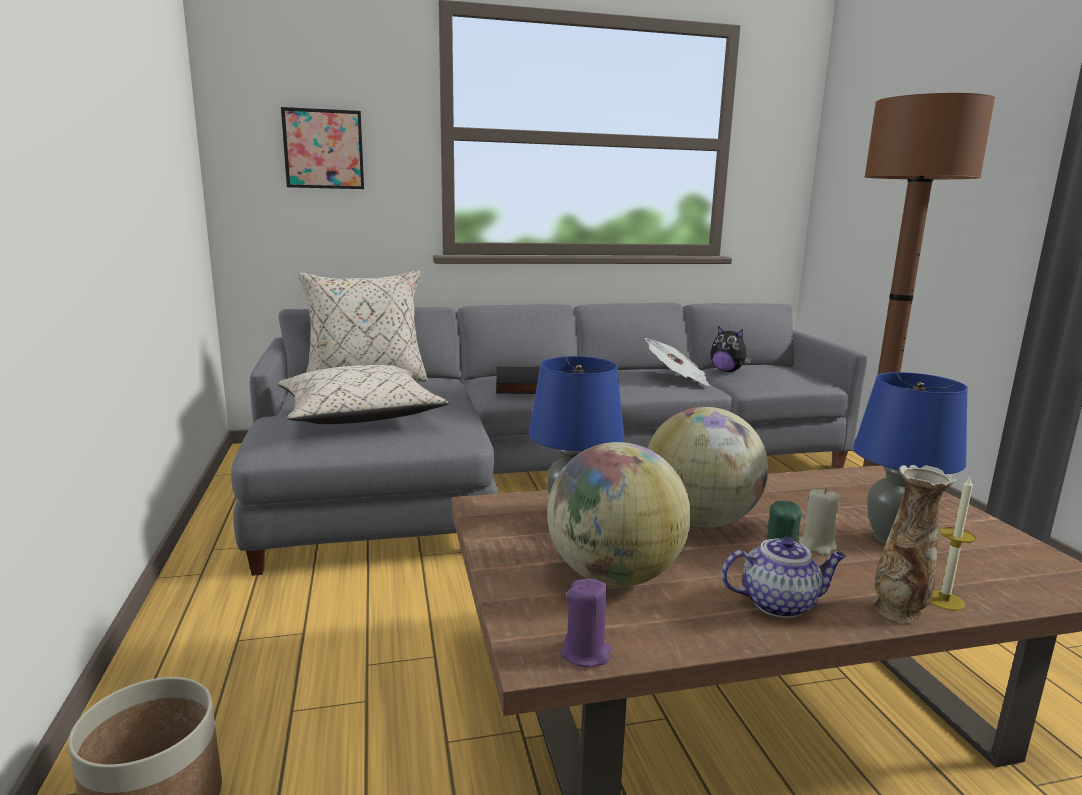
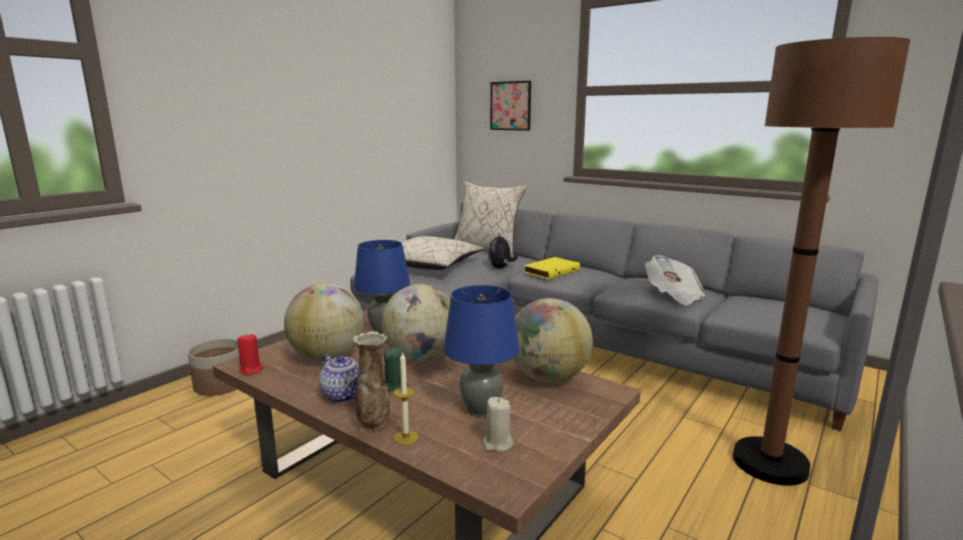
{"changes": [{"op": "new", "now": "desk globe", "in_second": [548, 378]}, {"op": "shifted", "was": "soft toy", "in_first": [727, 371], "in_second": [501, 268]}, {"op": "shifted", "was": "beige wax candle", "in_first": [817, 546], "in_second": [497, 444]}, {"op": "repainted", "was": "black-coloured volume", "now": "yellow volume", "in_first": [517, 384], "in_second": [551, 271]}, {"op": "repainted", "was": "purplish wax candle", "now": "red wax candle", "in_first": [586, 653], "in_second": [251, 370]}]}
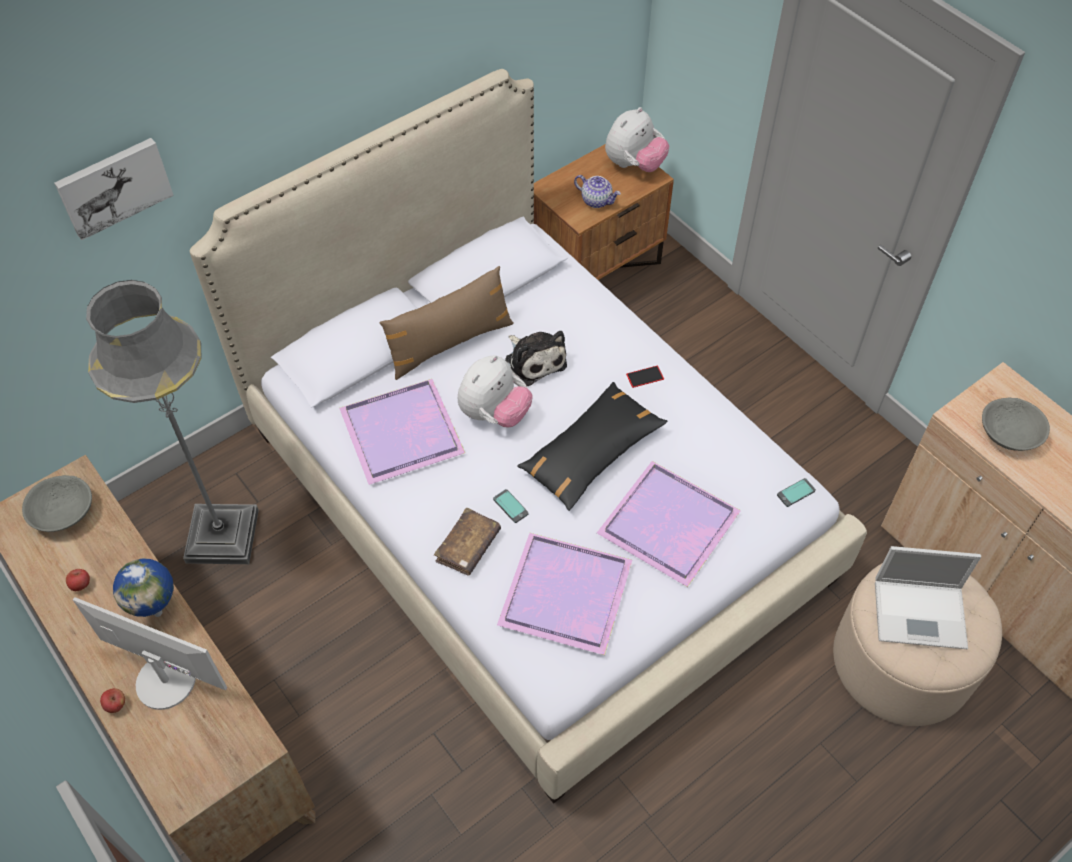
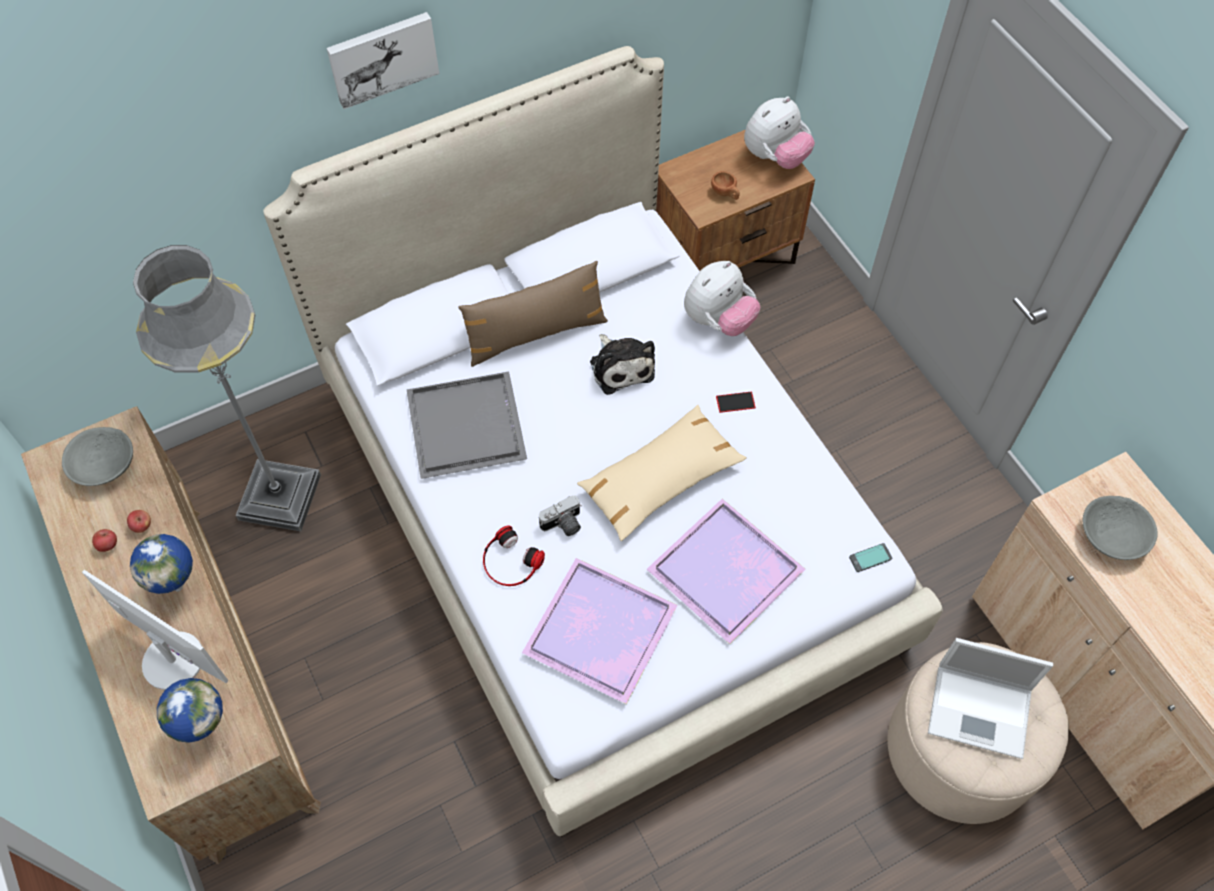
{"changes": [{"op": "new", "now": "desk globe", "in_second": [205, 728]}, {"op": "shifted", "was": "wall picture", "in_first": [113, 186], "in_second": [382, 57]}, {"op": "shifted", "was": "whole apple", "in_first": [116, 705], "in_second": [142, 526]}, {"op": "shifted", "was": "soft toy", "in_first": [494, 413], "in_second": [718, 320]}, {"op": "swapped", "was": "brown volume", "now": "pair of headphones", "in_first": [468, 547], "in_second": [510, 562]}, {"op": "swapped", "was": "handset", "now": "still camera", "in_first": [511, 506], "in_second": [563, 525]}, {"op": "swapped", "was": "teapot", "now": "brown small cup", "in_first": [597, 200], "in_second": [725, 193]}, {"op": "repainted", "was": "purplish carrying tray", "now": "gray carrying tray", "in_first": [404, 433], "in_second": [468, 427]}, {"op": "repainted", "was": "black-coloured throw pillow", "now": "beige throw pillow", "in_first": [591, 453], "in_second": [660, 479]}]}
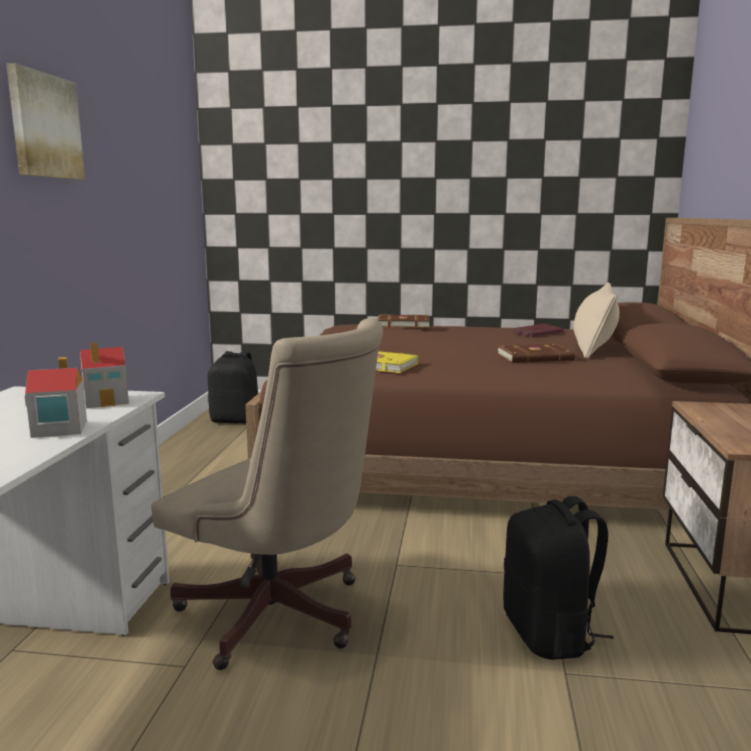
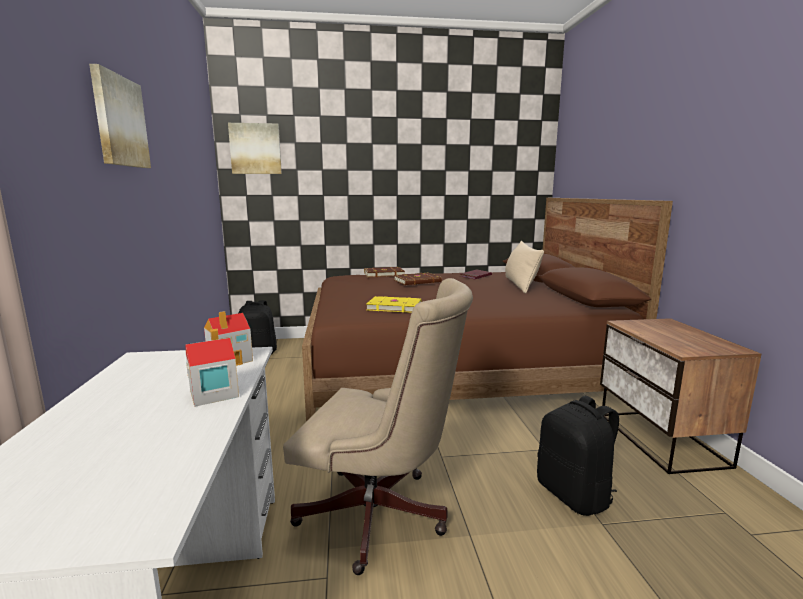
{"changes": [{"op": "new", "now": "wall picture", "in_second": [255, 149]}, {"op": "shifted", "was": "brown volume", "in_first": [535, 357], "in_second": [418, 281]}]}
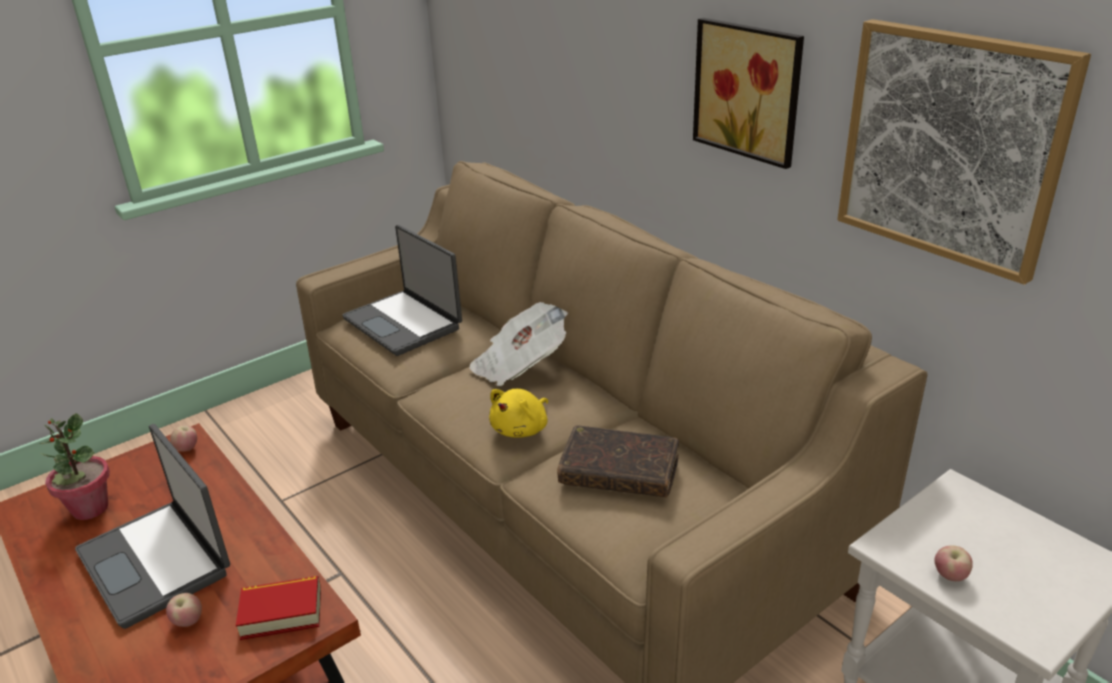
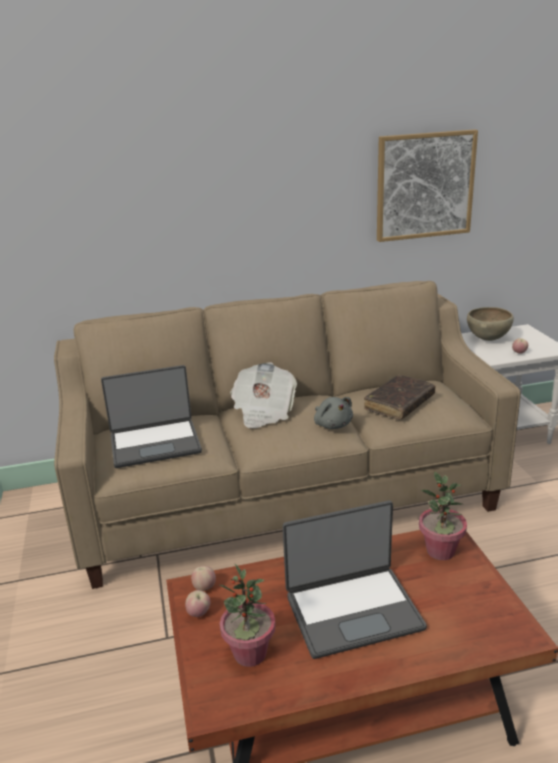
{"changes": [{"op": "gone", "was": "wall picture", "in_first": [750, 90]}, {"op": "new", "now": "brown bowl", "in_second": [488, 339]}, {"op": "shifted", "was": "whole apple", "in_first": [188, 622], "in_second": [198, 613]}, {"op": "swapped", "was": "volume", "now": "potted plant", "in_first": [281, 613], "in_second": [440, 551]}, {"op": "repainted", "was": "yellow soft toy", "now": "gray soft toy", "in_first": [521, 429], "in_second": [332, 424]}]}
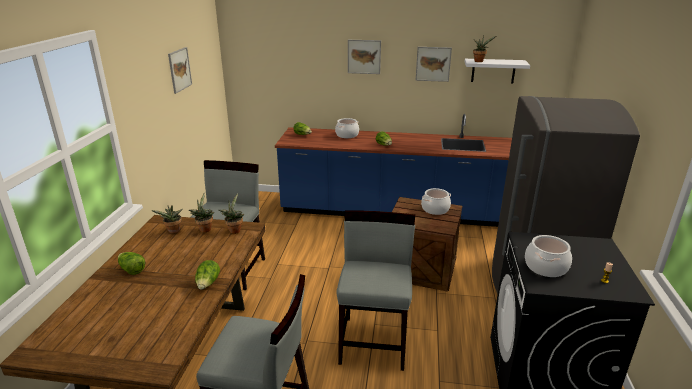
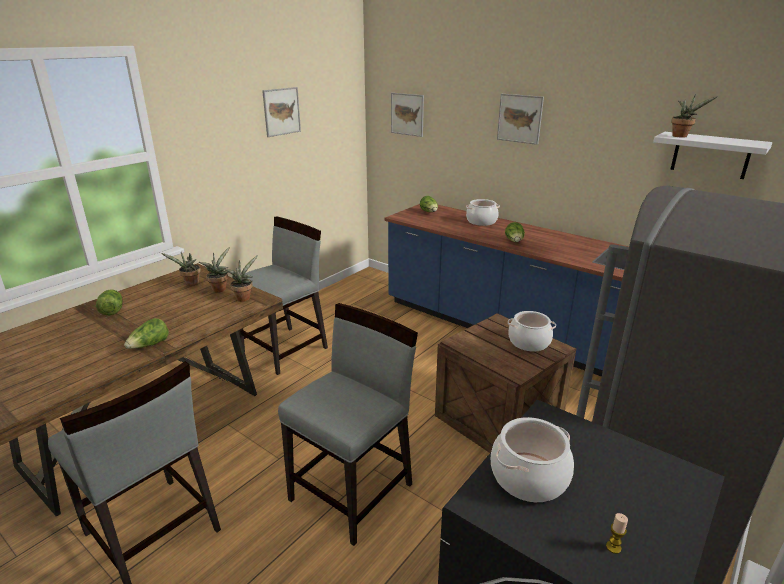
{"changes": [{"op": "shifted", "was": "wall picture", "in_first": [433, 64], "in_second": [407, 114]}]}
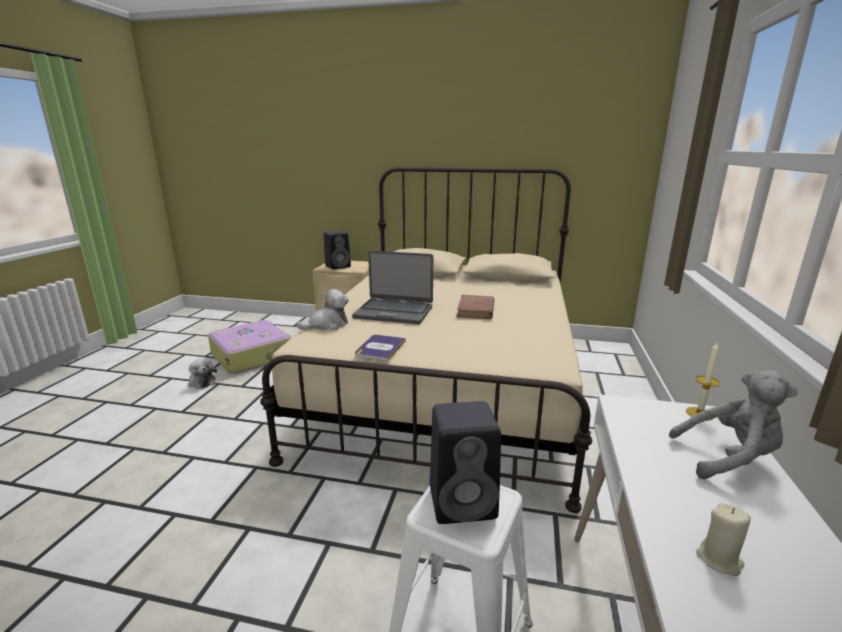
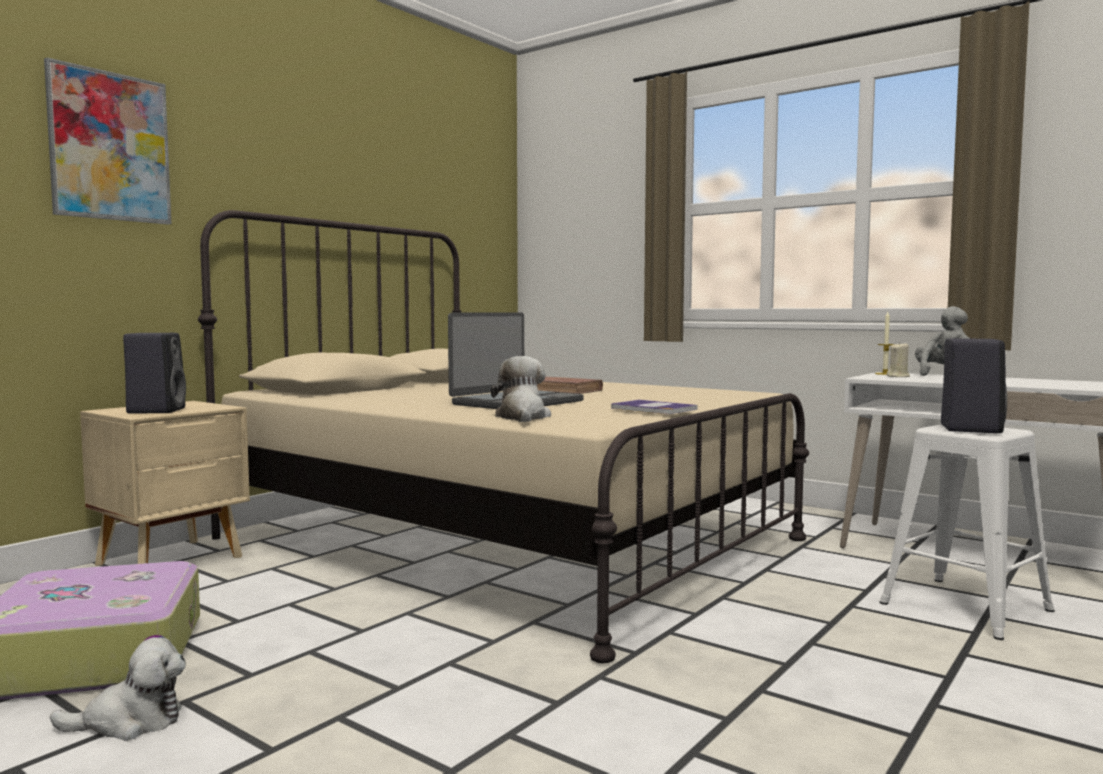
{"changes": [{"op": "new", "now": "wall picture", "in_second": [110, 146]}, {"op": "shifted", "was": "beige wax candle", "in_first": [719, 560], "in_second": [898, 376]}]}
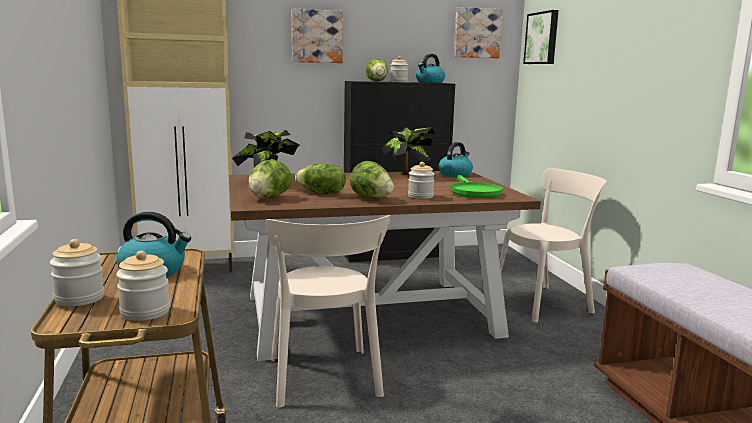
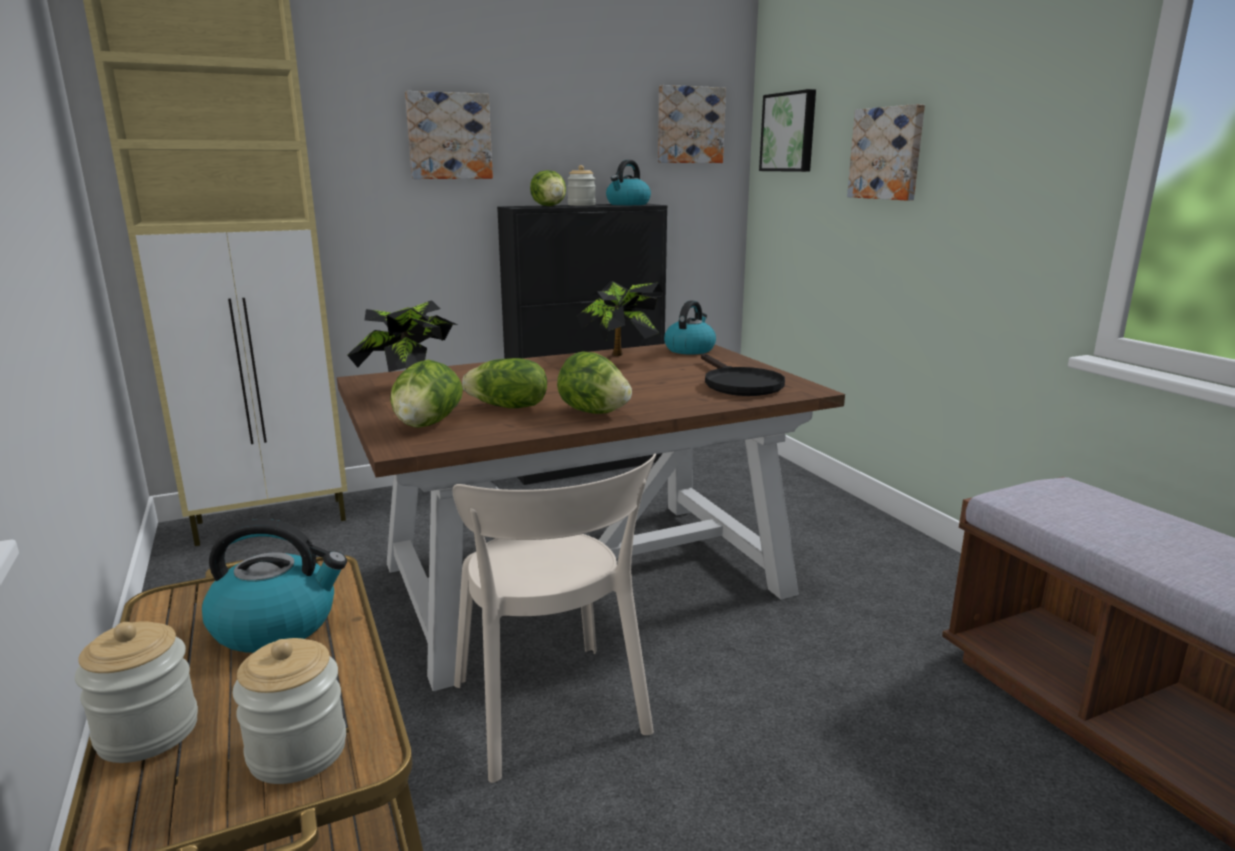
{"changes": [{"op": "gone", "was": "jar", "in_first": [420, 196]}, {"op": "gone", "was": "beige upright chair", "in_first": [545, 303]}, {"op": "new", "now": "wall picture", "in_second": [887, 153]}, {"op": "repainted", "was": "green frying pan", "now": "black-coloured frying pan", "in_first": [473, 192], "in_second": [738, 384]}]}
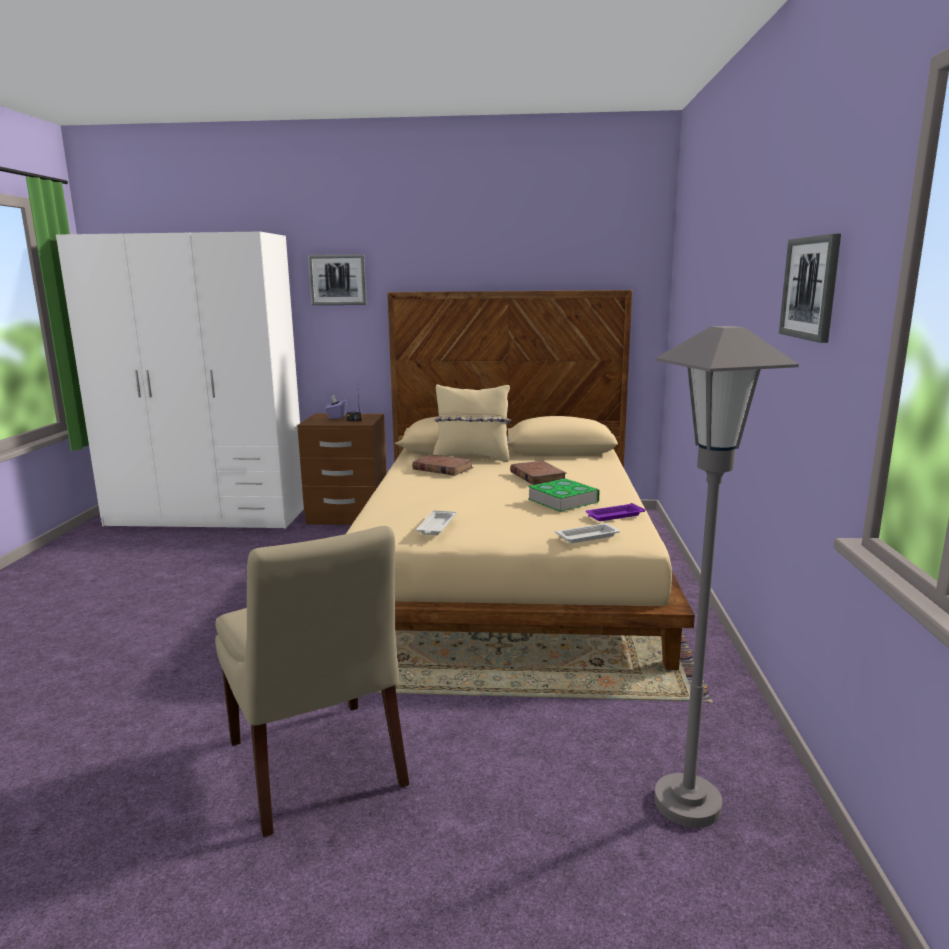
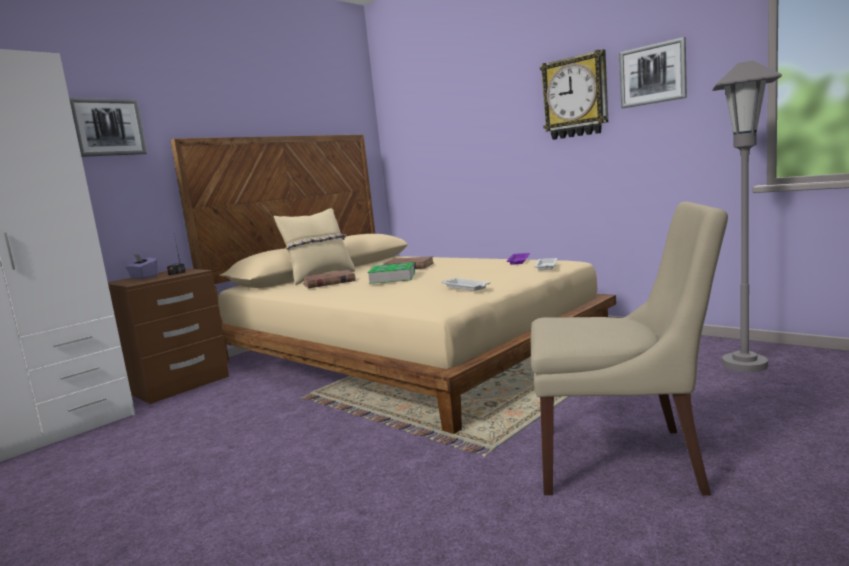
{"changes": [{"op": "new", "now": "hanging clock", "in_second": [575, 97]}, {"op": "shifted", "was": "volume", "in_first": [563, 500], "in_second": [392, 278]}]}
